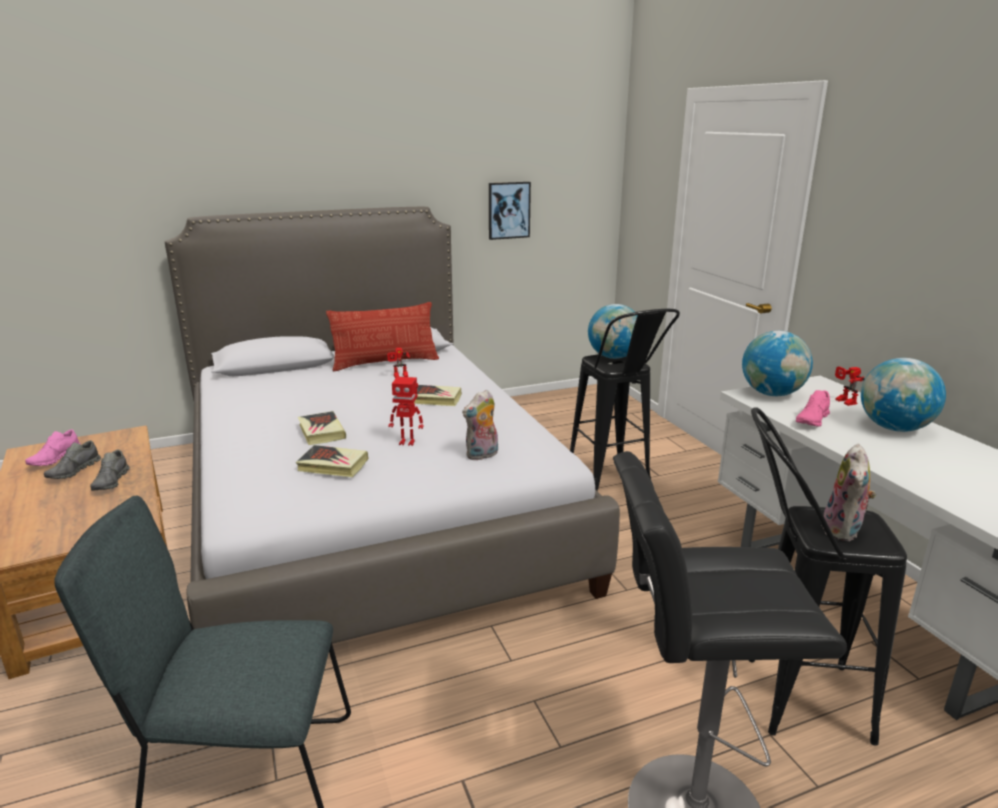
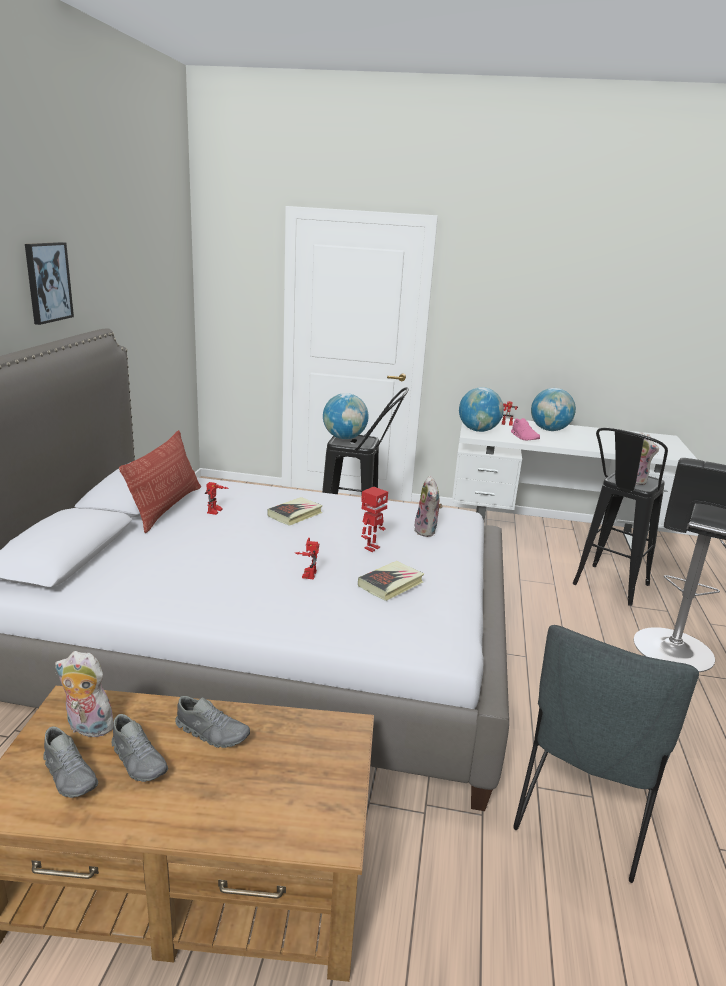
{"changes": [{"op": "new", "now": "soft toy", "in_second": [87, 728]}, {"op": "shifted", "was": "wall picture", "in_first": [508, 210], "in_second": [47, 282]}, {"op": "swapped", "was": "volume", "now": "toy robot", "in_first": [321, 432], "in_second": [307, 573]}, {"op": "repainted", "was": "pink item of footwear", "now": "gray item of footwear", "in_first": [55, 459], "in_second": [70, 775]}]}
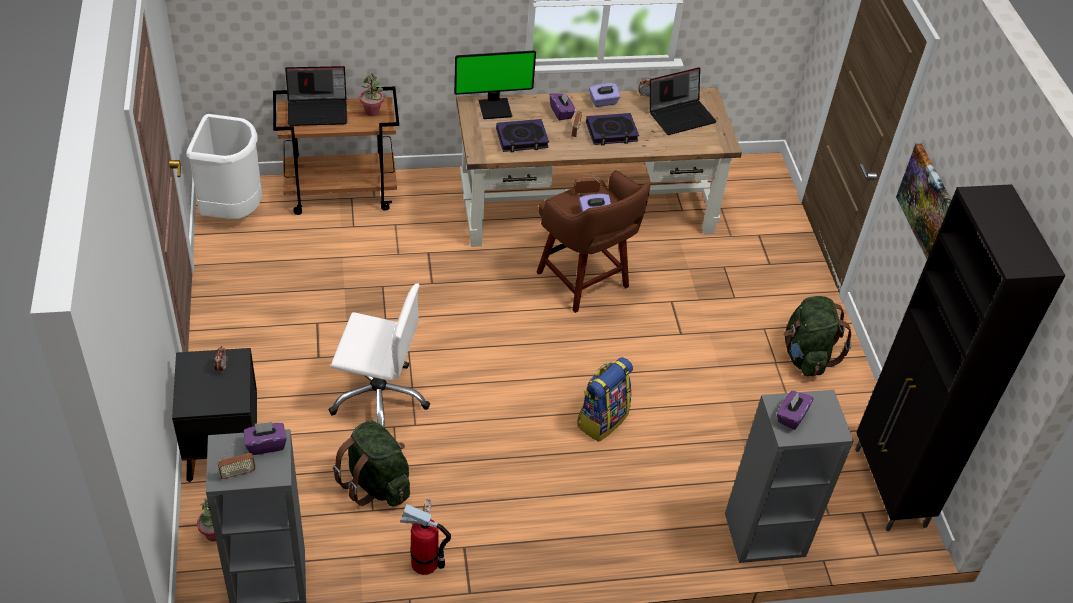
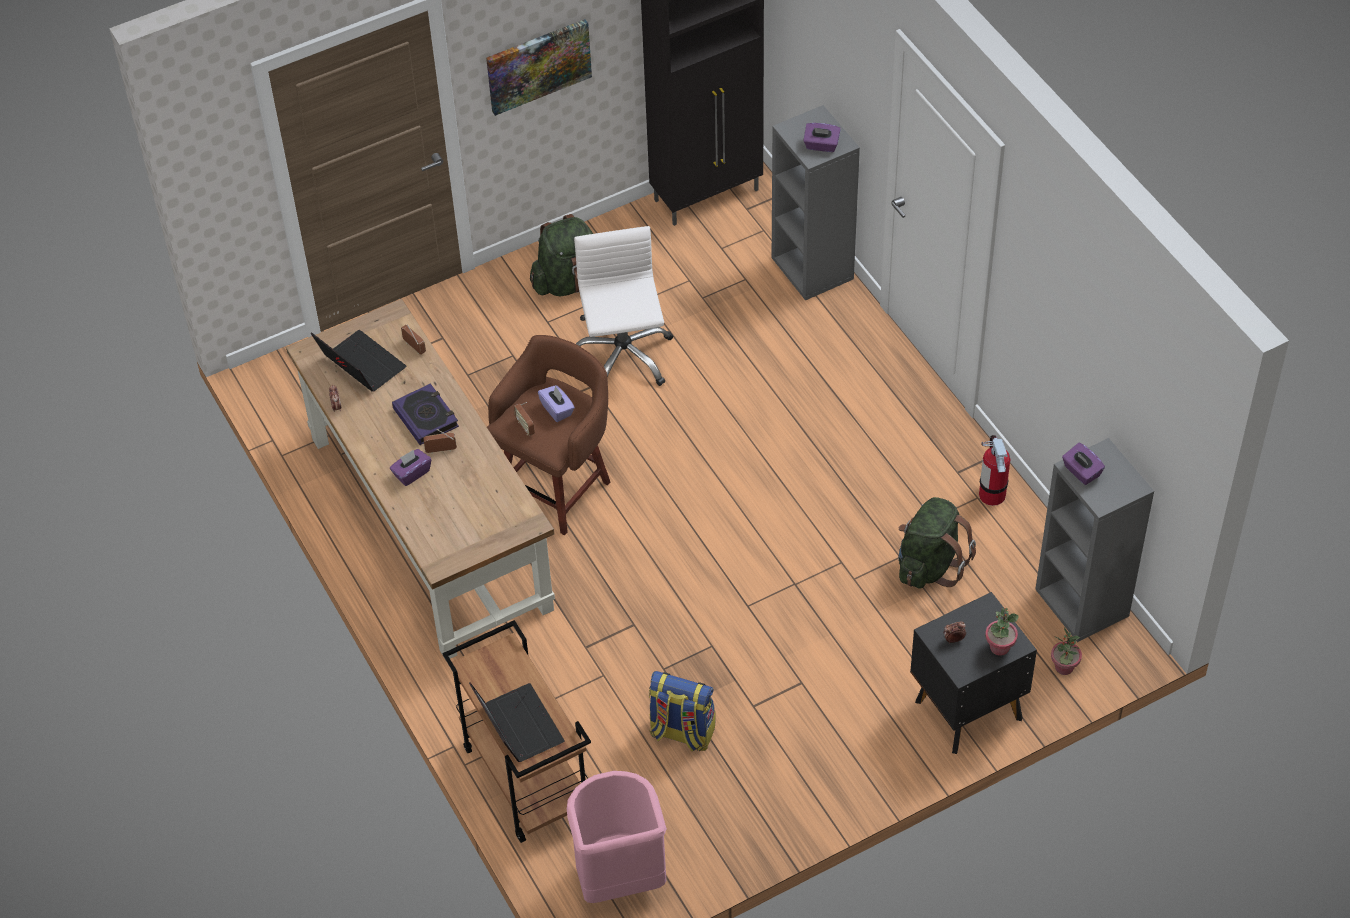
{"changes": [{"op": "gone", "was": "computer display", "in_first": [495, 108]}, {"op": "gone", "was": "volume", "in_first": [522, 139]}, {"op": "gone", "was": "purplish tissue box", "in_first": [603, 102]}, {"op": "shifted", "was": "radio", "in_first": [237, 473], "in_second": [414, 347]}, {"op": "shifted", "was": "whitish desk chair", "in_first": [379, 398], "in_second": [623, 356]}, {"op": "shifted", "was": "potted plant", "in_first": [372, 111], "in_second": [999, 647]}, {"op": "shifted", "was": "backpack", "in_first": [602, 419], "in_second": [681, 732]}, {"op": "repainted", "was": "whitish waste bin", "now": "pink waste bin", "in_first": [232, 211], "in_second": [619, 879]}]}
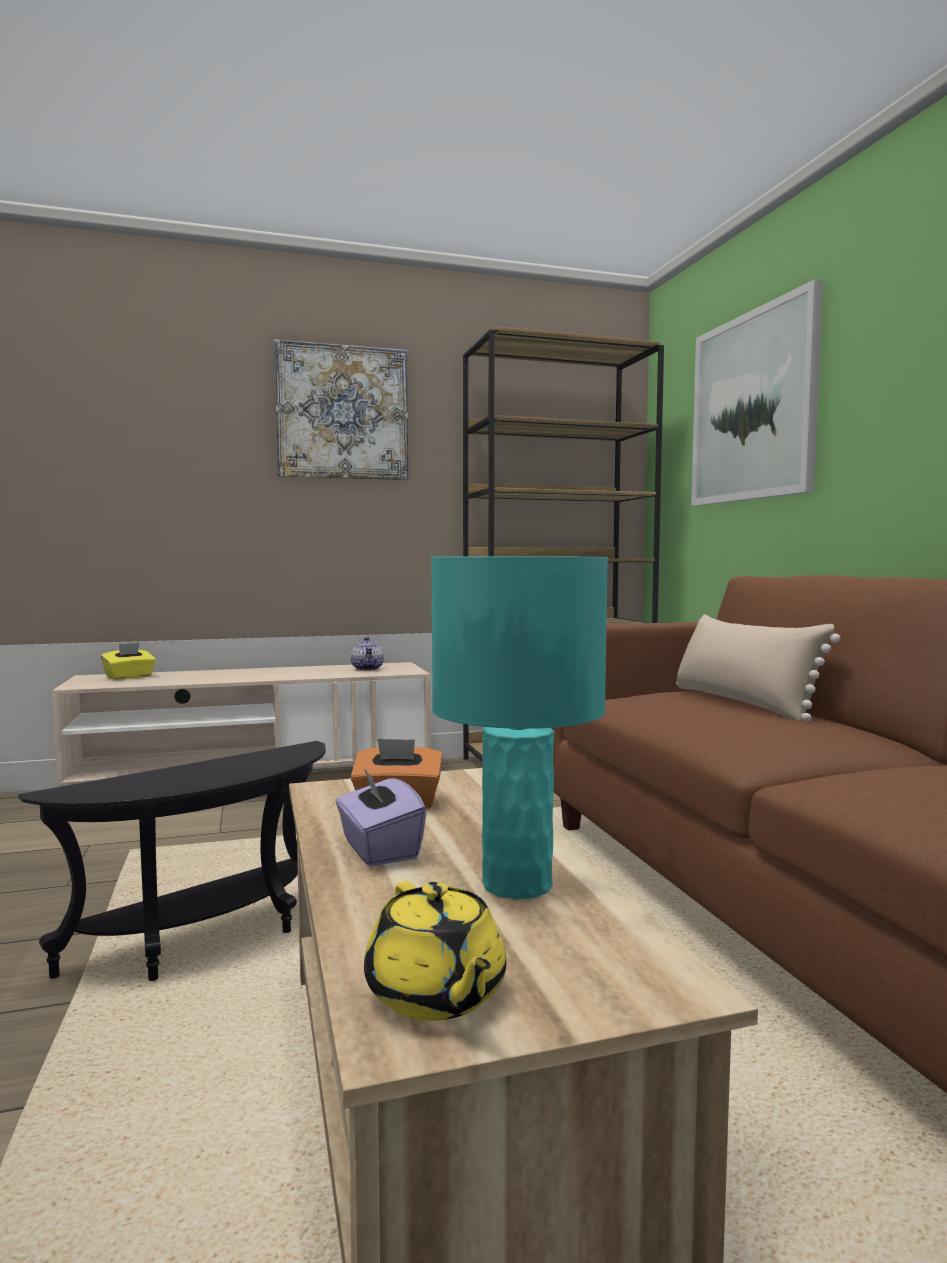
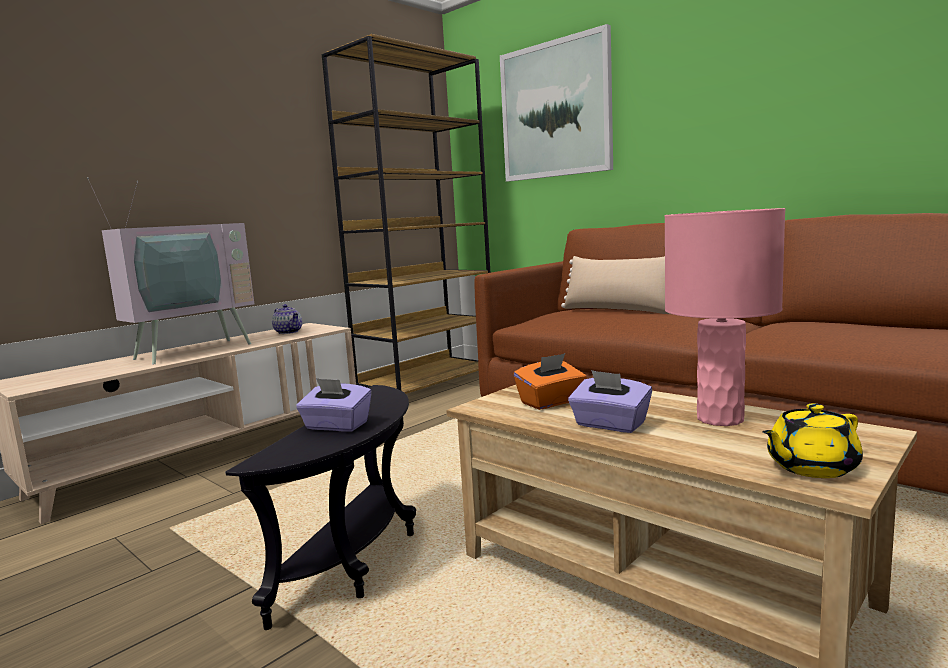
{"changes": [{"op": "gone", "was": "yellow tissue box", "in_first": [129, 677]}, {"op": "gone", "was": "wall picture", "in_first": [342, 413]}, {"op": "new", "now": "TV set", "in_second": [190, 350]}, {"op": "new", "now": "purplish tissue box", "in_second": [336, 426]}, {"op": "repainted", "was": "turquoise tabletop lamp", "now": "pink tabletop lamp", "in_first": [517, 883], "in_second": [719, 419]}, {"op": "rotated", "was": "yellow teapot", "in_first": [436, 994], "in_second": [810, 467], "clockwise": 120}]}
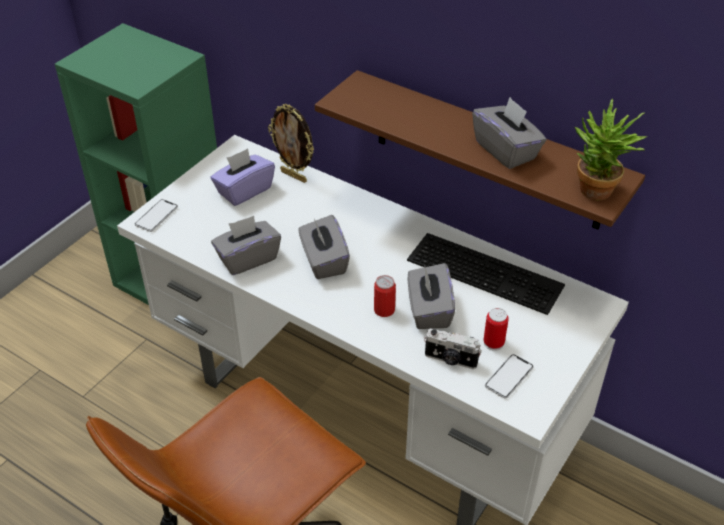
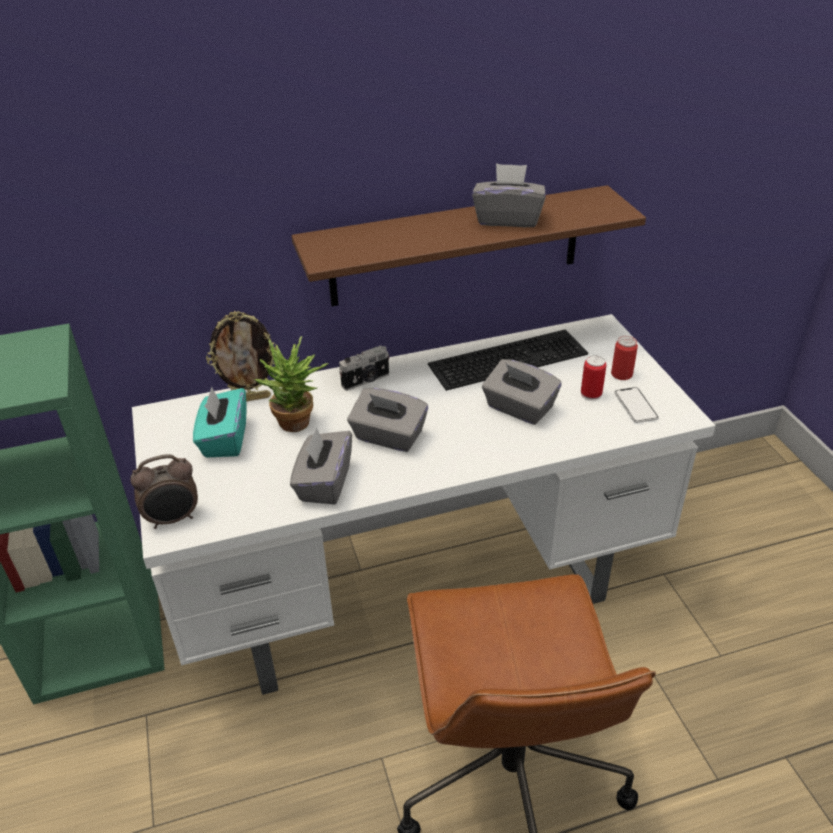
{"changes": [{"op": "shifted", "was": "sealed can", "in_first": [384, 310], "in_second": [621, 374]}, {"op": "shifted", "was": "still camera", "in_first": [450, 360], "in_second": [366, 381]}, {"op": "shifted", "was": "potted plant", "in_first": [595, 195], "in_second": [298, 426]}, {"op": "swapped", "was": "handset", "now": "bedside clock", "in_first": [156, 216], "in_second": [173, 519]}, {"op": "repainted", "was": "purplish tissue box", "now": "turquoise tissue box", "in_first": [244, 190], "in_second": [224, 439]}]}
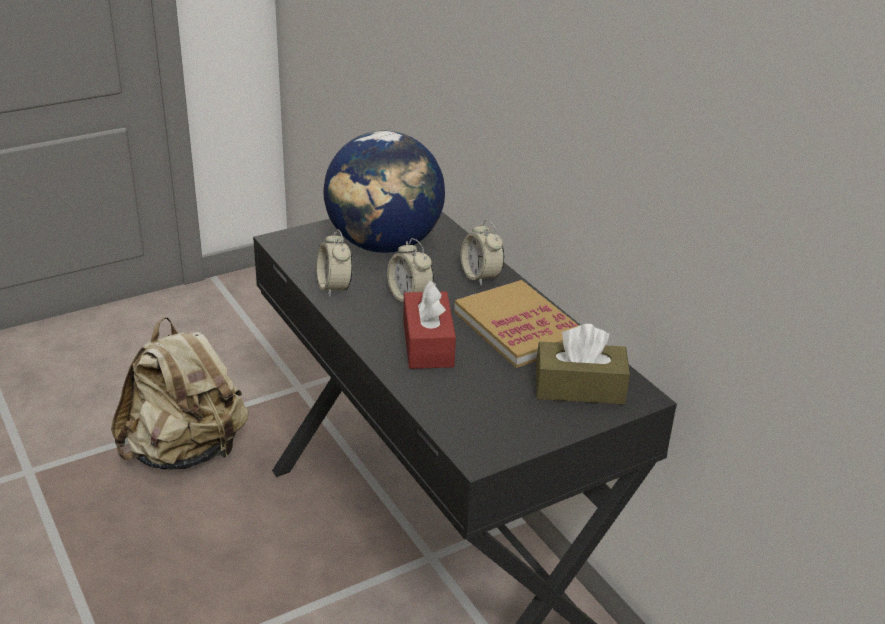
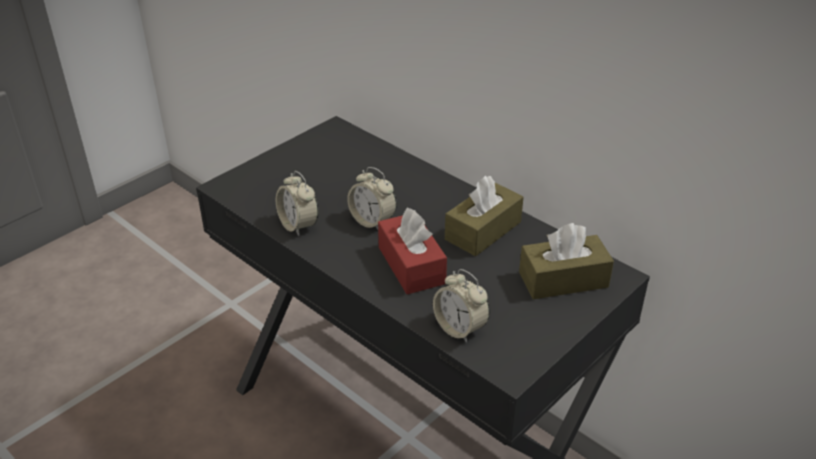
{"changes": [{"op": "gone", "was": "beige backpack", "in_first": [186, 452]}, {"op": "gone", "was": "desk globe", "in_first": [384, 245]}, {"op": "shifted", "was": "bedside clock", "in_first": [481, 277], "in_second": [460, 328]}, {"op": "swapped", "was": "volume", "now": "brown tissue box", "in_first": [519, 327], "in_second": [483, 231]}]}
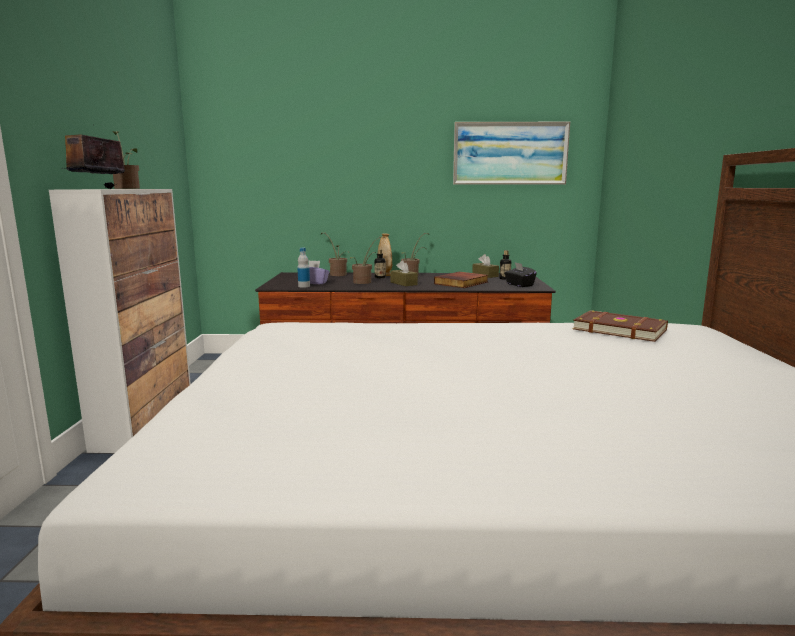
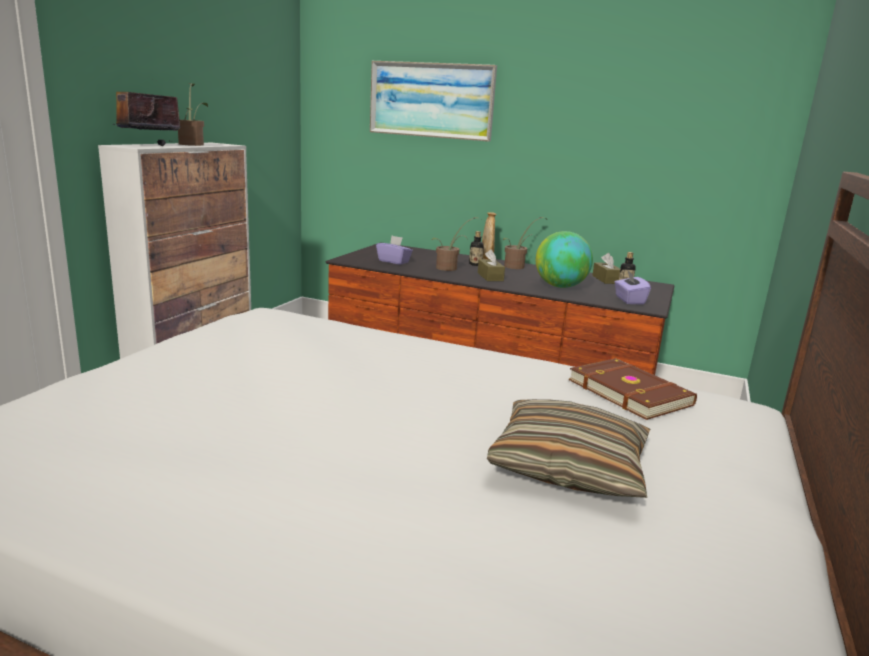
{"changes": [{"op": "gone", "was": "beverage bottle", "in_first": [304, 286]}, {"op": "gone", "was": "potted plant", "in_first": [337, 274]}, {"op": "new", "now": "throw pillow", "in_second": [569, 465]}, {"op": "shifted", "was": "wall picture", "in_first": [510, 153], "in_second": [431, 100]}, {"op": "swapped", "was": "volume", "now": "desk globe", "in_first": [462, 283], "in_second": [560, 286]}, {"op": "repainted", "was": "black-coloured tissue box", "now": "purplish tissue box", "in_first": [519, 285], "in_second": [629, 300]}]}
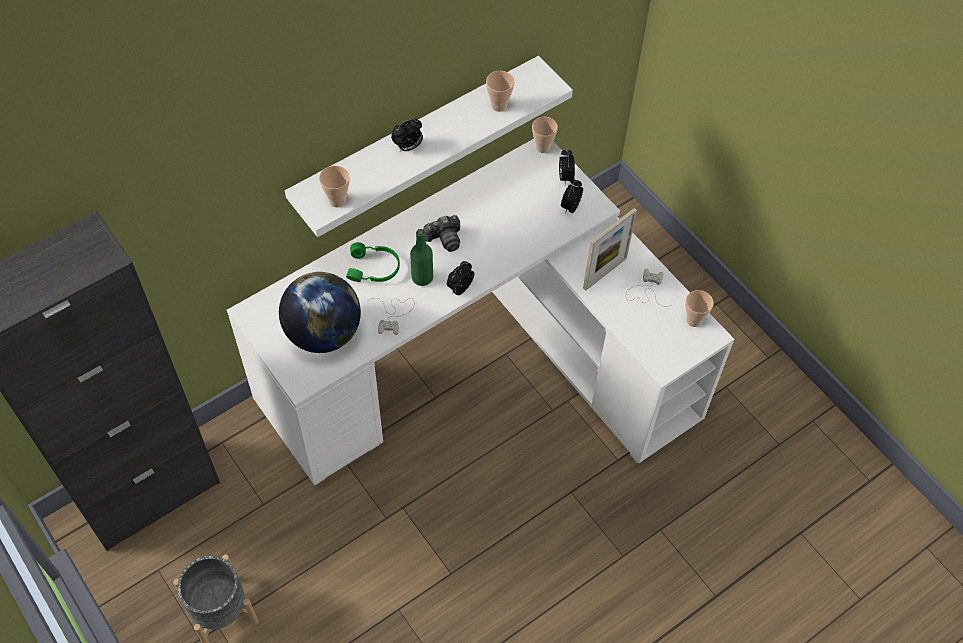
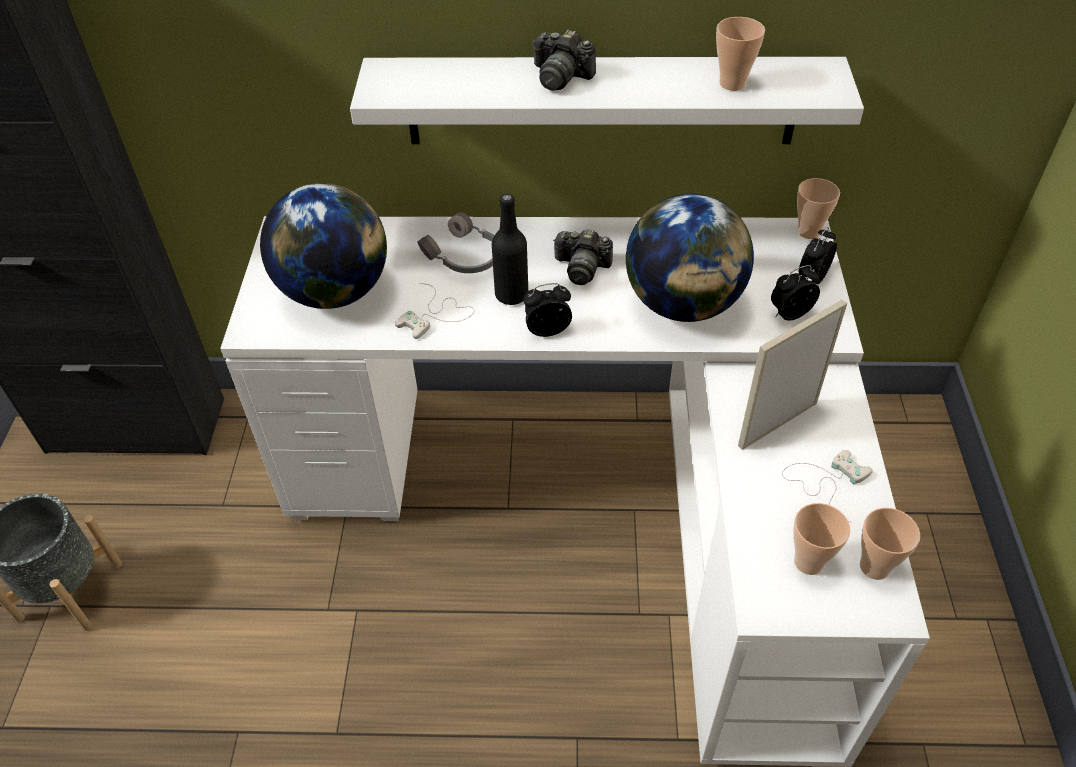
{"changes": [{"op": "new", "now": "desk globe", "in_second": [683, 304]}, {"op": "shifted", "was": "small cup", "in_first": [337, 200], "in_second": [809, 562]}, {"op": "swapped", "was": "bedside clock", "now": "still camera", "in_first": [408, 147], "in_second": [560, 77]}, {"op": "repainted", "was": "green pair of headphones", "now": "gray pair of headphones", "in_first": [374, 268], "in_second": [464, 257]}, {"op": "repainted", "was": "green beverage bottle", "now": "black-coloured beverage bottle", "in_first": [422, 277], "in_second": [511, 295]}, {"op": "rotated", "was": "standing frame", "in_first": [605, 273], "in_second": [777, 424], "clockwise": 150}]}
